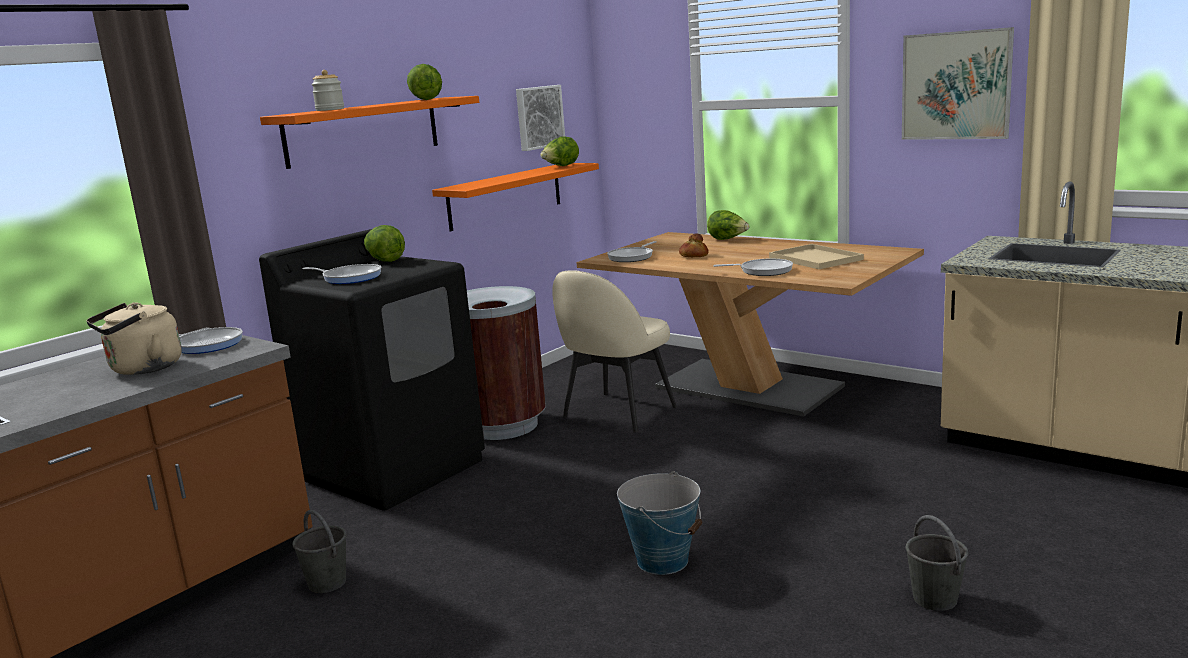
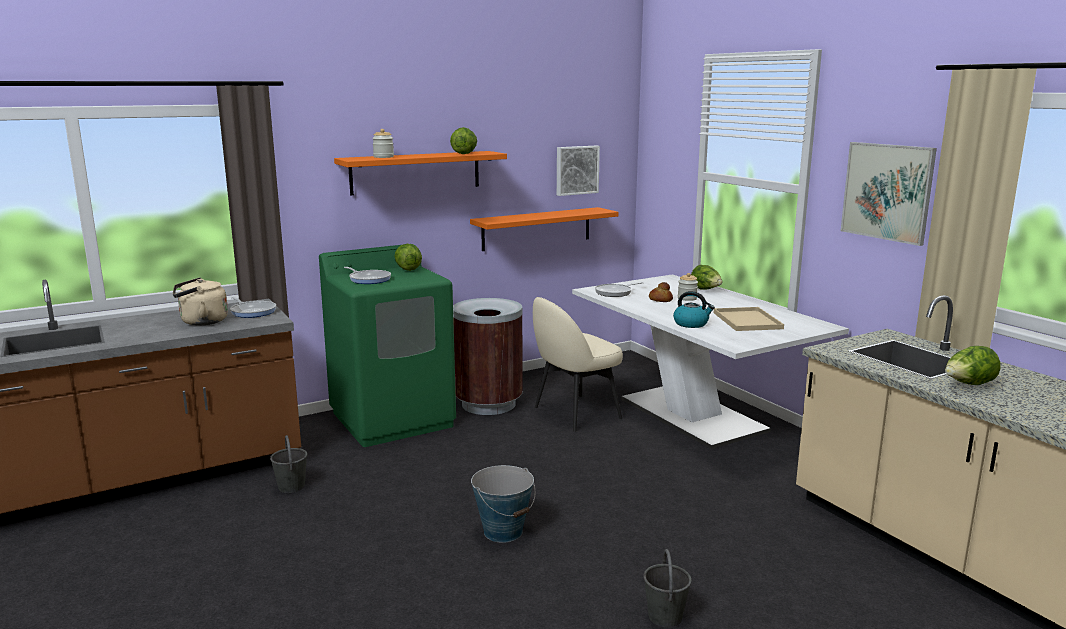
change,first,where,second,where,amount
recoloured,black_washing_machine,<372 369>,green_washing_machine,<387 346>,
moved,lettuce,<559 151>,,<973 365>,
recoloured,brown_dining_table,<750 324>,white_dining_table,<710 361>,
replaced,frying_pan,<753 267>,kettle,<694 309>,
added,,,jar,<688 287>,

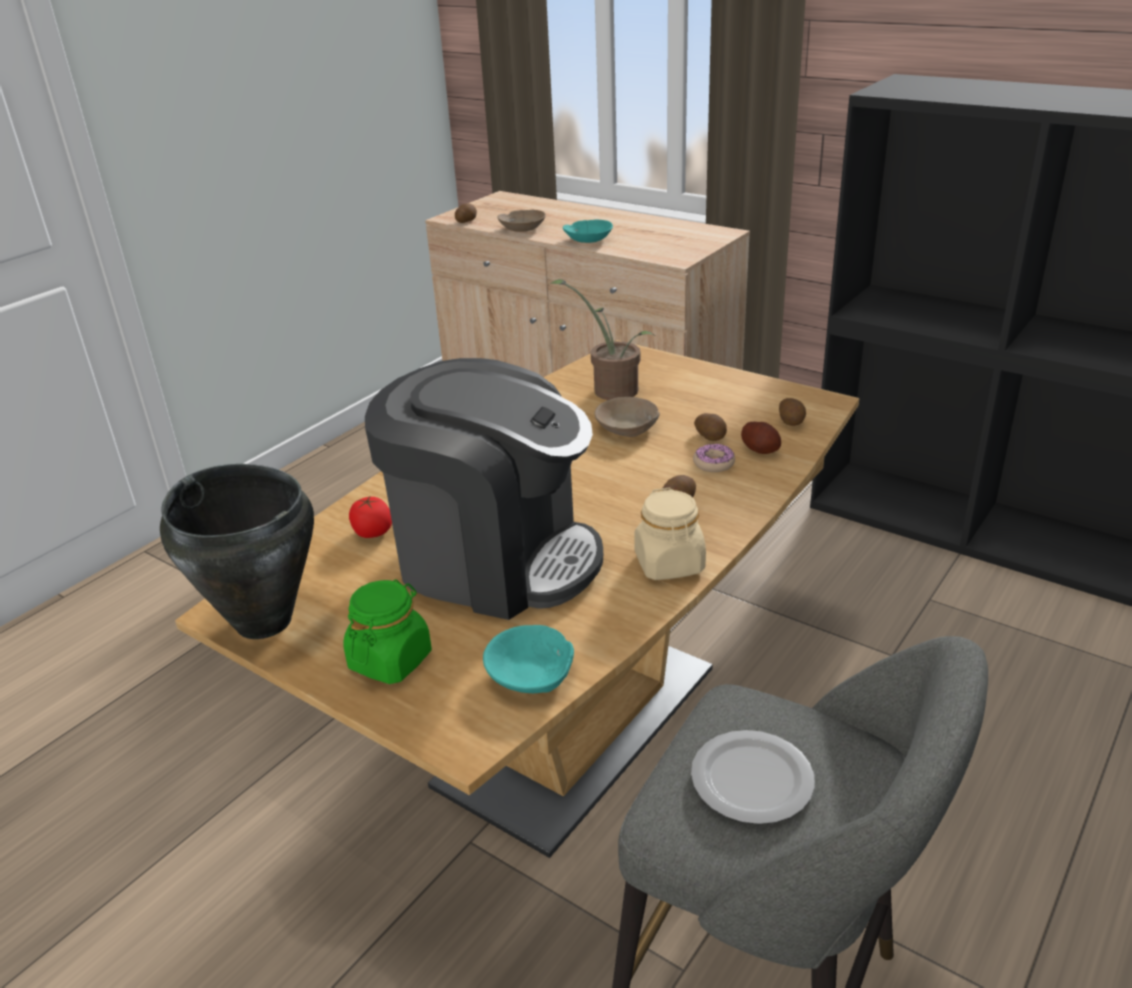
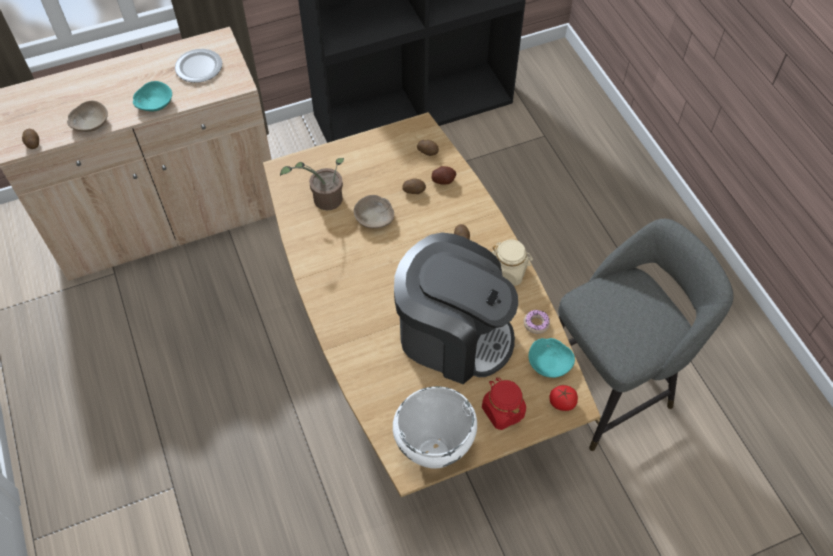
change,first,where,second,where,amount
recoloured,black_cooking_pot,<237 551>,white_cooking_pot,<435 427>,
recoloured,green_jar,<387 631>,red_jar,<504 404>,
moved,tomato,<370 516>,,<563 398>,
turned,coffee_machine,<484 489>,,<456 308>,60 degrees clockwise
moved,plate,<753 777>,,<198 66>,
moved,donut,<714 457>,,<537 322>,

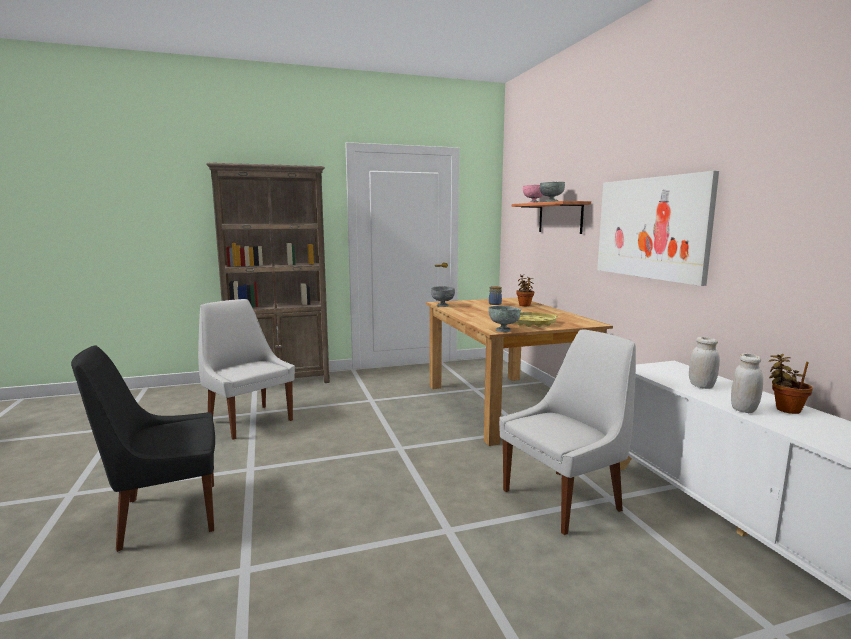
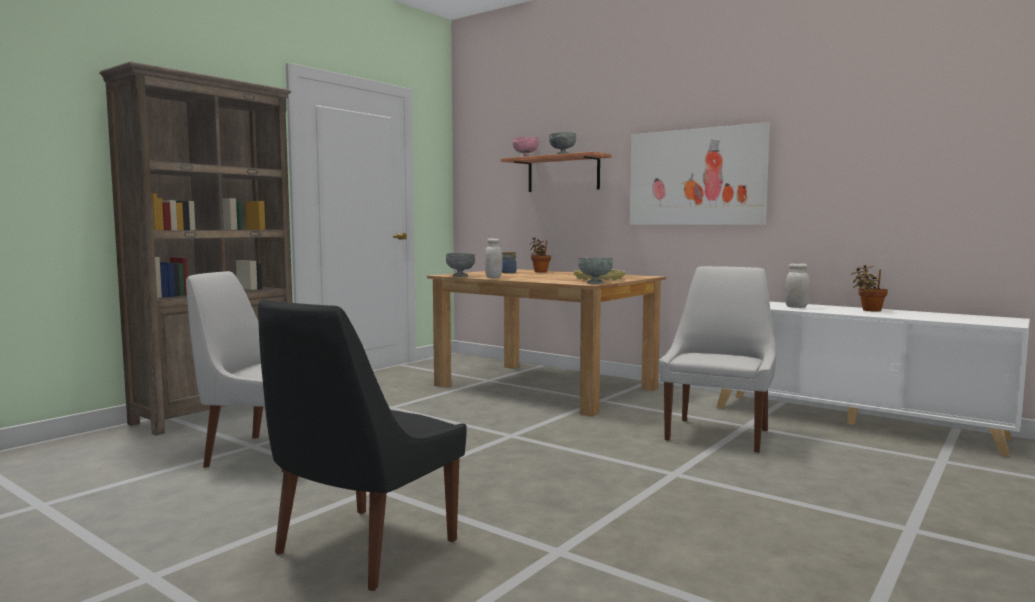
change,first,where,second,where,amount
moved,white_jar,<747 383>,,<494 258>,

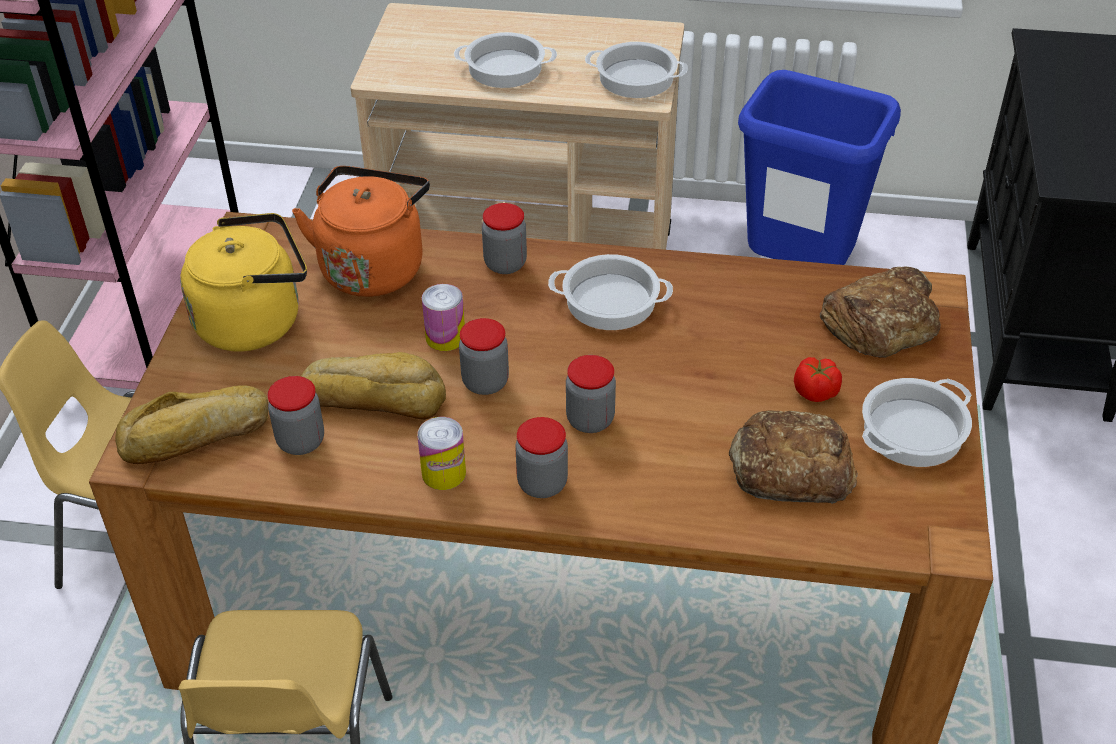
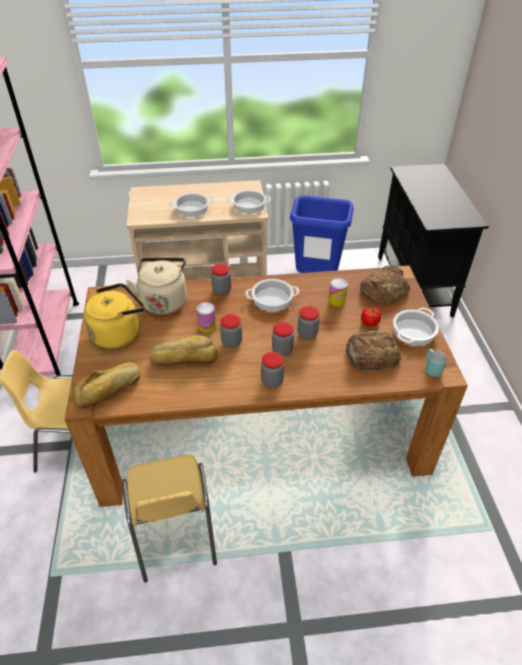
change,first,where,second,where,amount
moved,jar,<295 415>,,<308 323>,
recoloured,orange_kettle,<361 231>,beige_kettle,<156 286>,
moved,can,<441 453>,,<338 292>,
added,,,turquoise_mug,<436 363>,

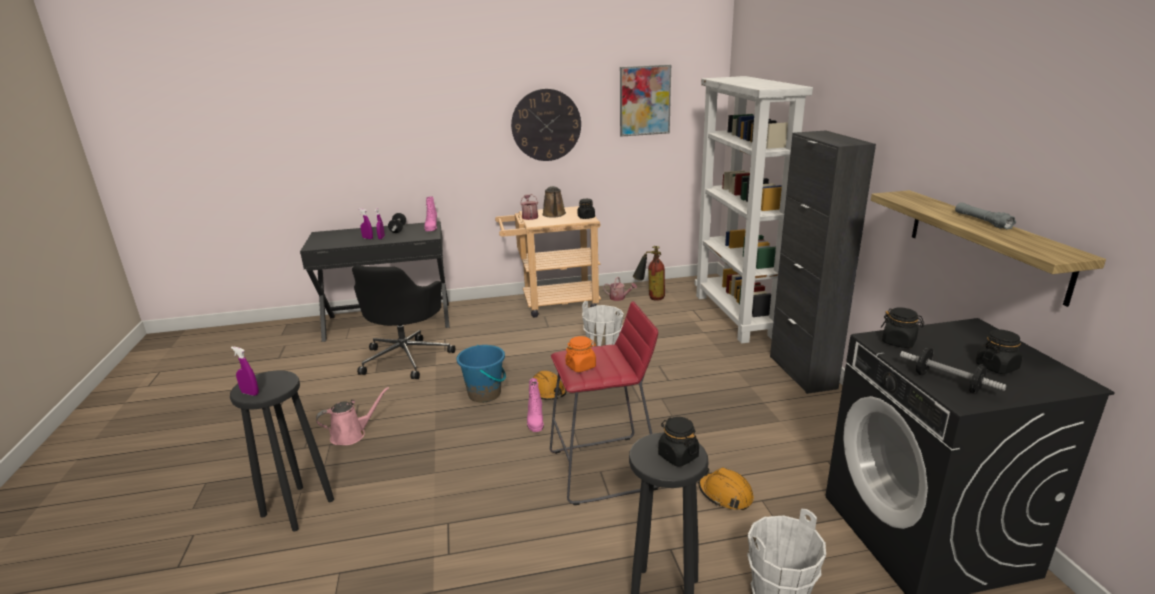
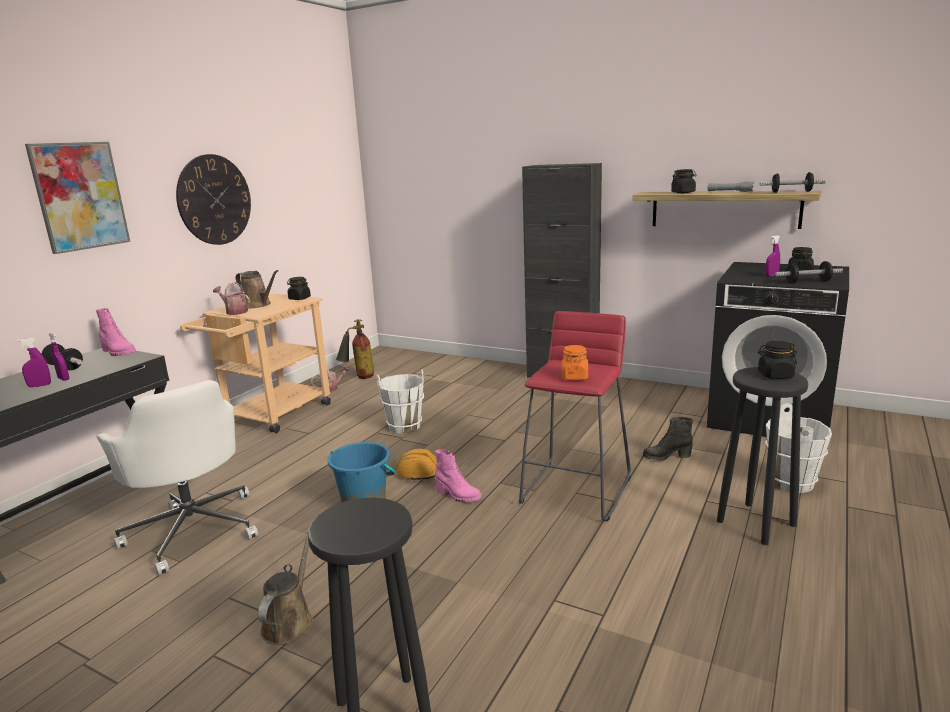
change,first,where,second,where,amount
moved,purple_spray_bottle,<245 371>,,<772 255>,
recoloured,pink_watering_can,<352 416>,brown_watering_can,<285 589>,
recoloured,black_office_chair,<403 322>,white_office_chair,<177 478>,
moved,picture,<645 101>,,<77 198>,
removed,white_bookcase,<754 209>,,,
replaced,orange_hard_hat,<726 488>,black_boot,<668 439>,
moved,black_jar,<903 327>,,<684 181>,
added,,,dumbbell,<793 182>,

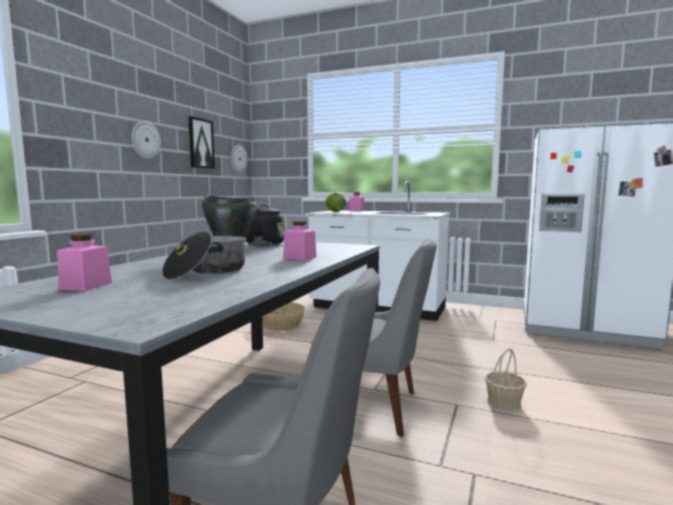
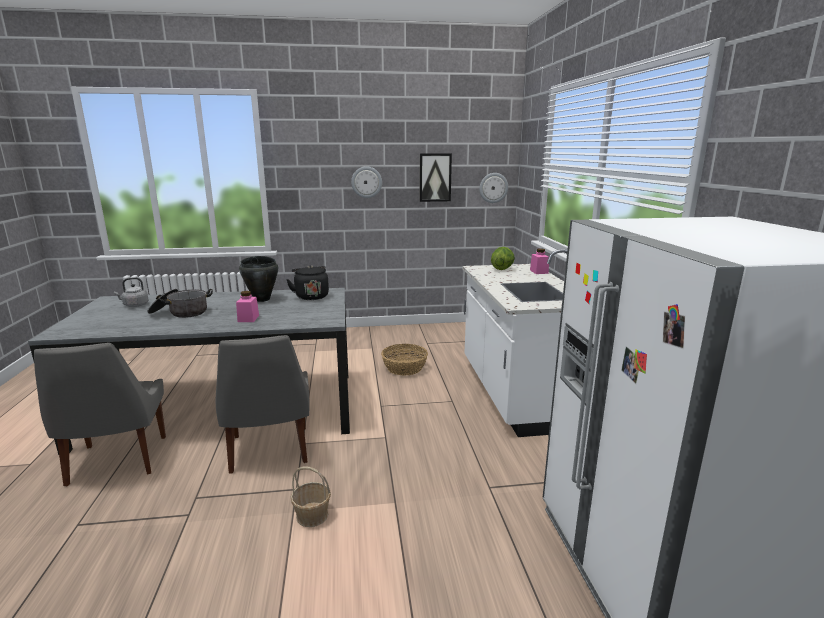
change,first,where,second,where,amount
replaced,pink_jar,<84 262>,grey_kettle,<131 292>,

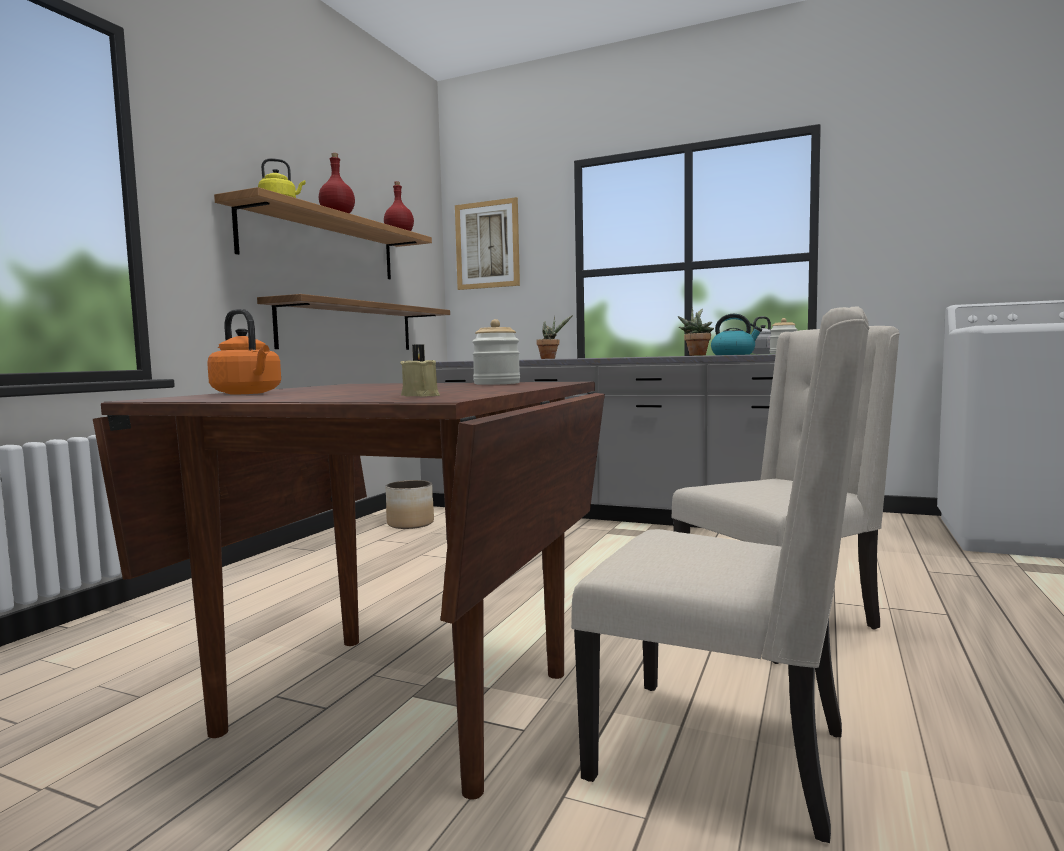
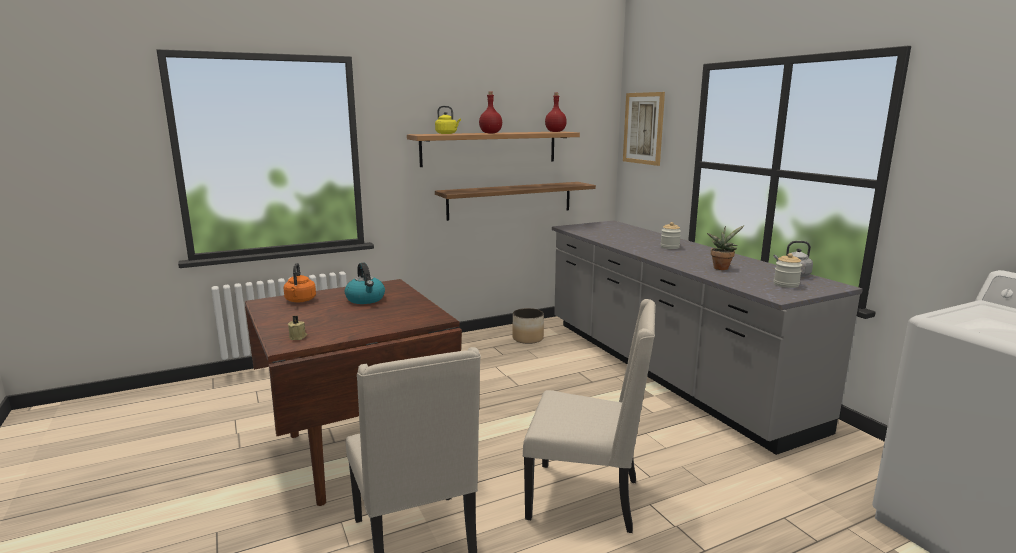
change,first,where,second,where,amount
moved,jar,<496 352>,,<670 235>,
removed,potted_plant,<554 337>,,,
moved,kettle,<736 334>,,<365 283>,

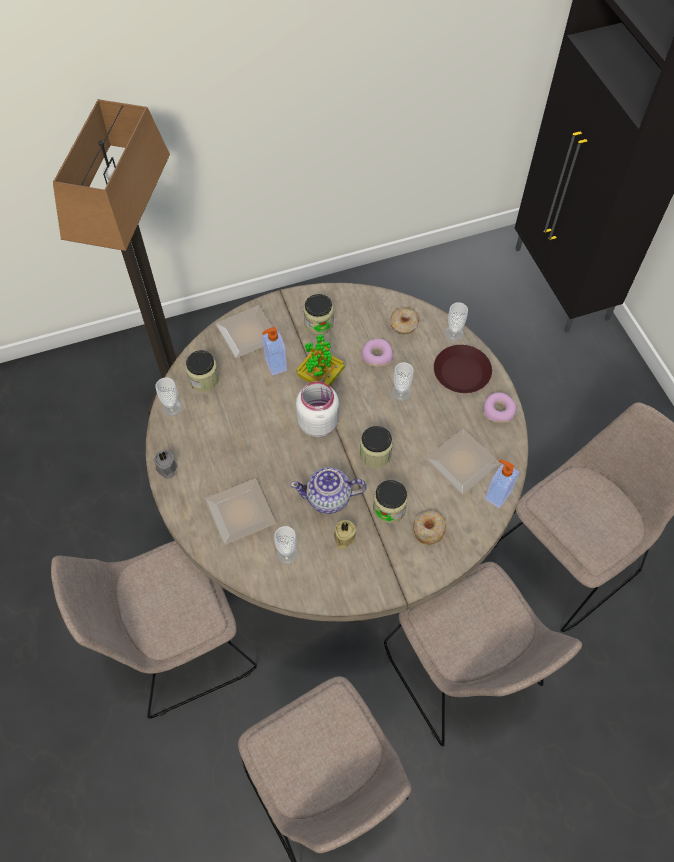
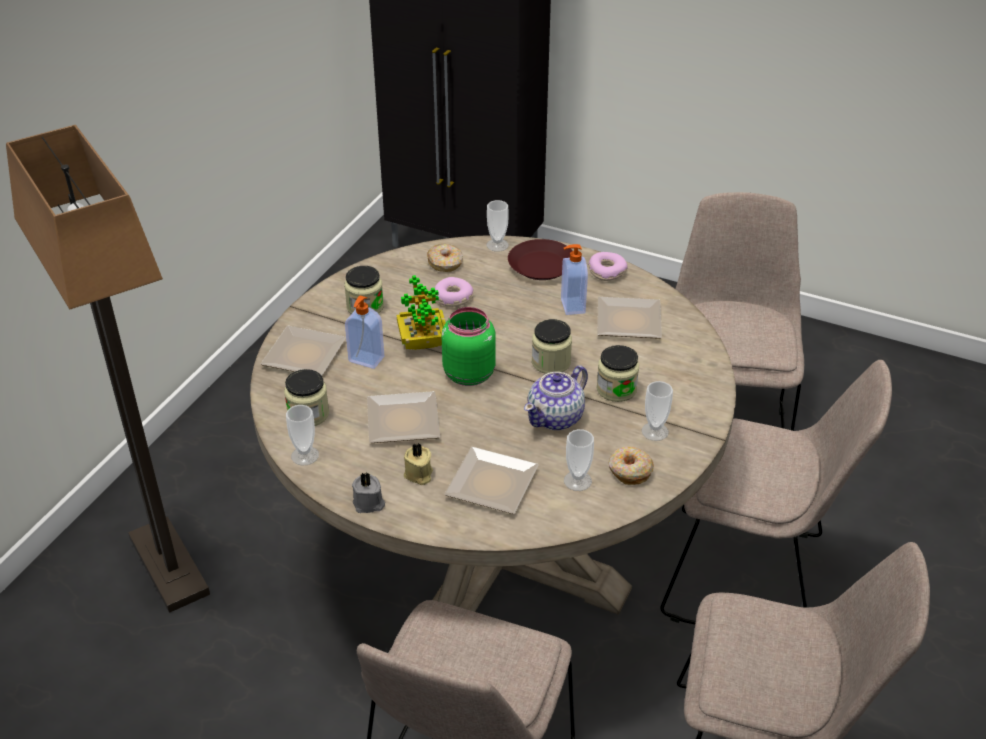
change,first,where,second,where,amount
recoloured,white_jar,<317 409>,green_jar,<469 346>,
moved,beige_candle,<345 534>,,<418 464>,
moved,cup,<403 381>,,<657 411>,
moved,donut,<429 528>,,<631 466>,
moved,soap_dispenser,<502 483>,,<574 279>,
added,,,plate,<403 417>,

